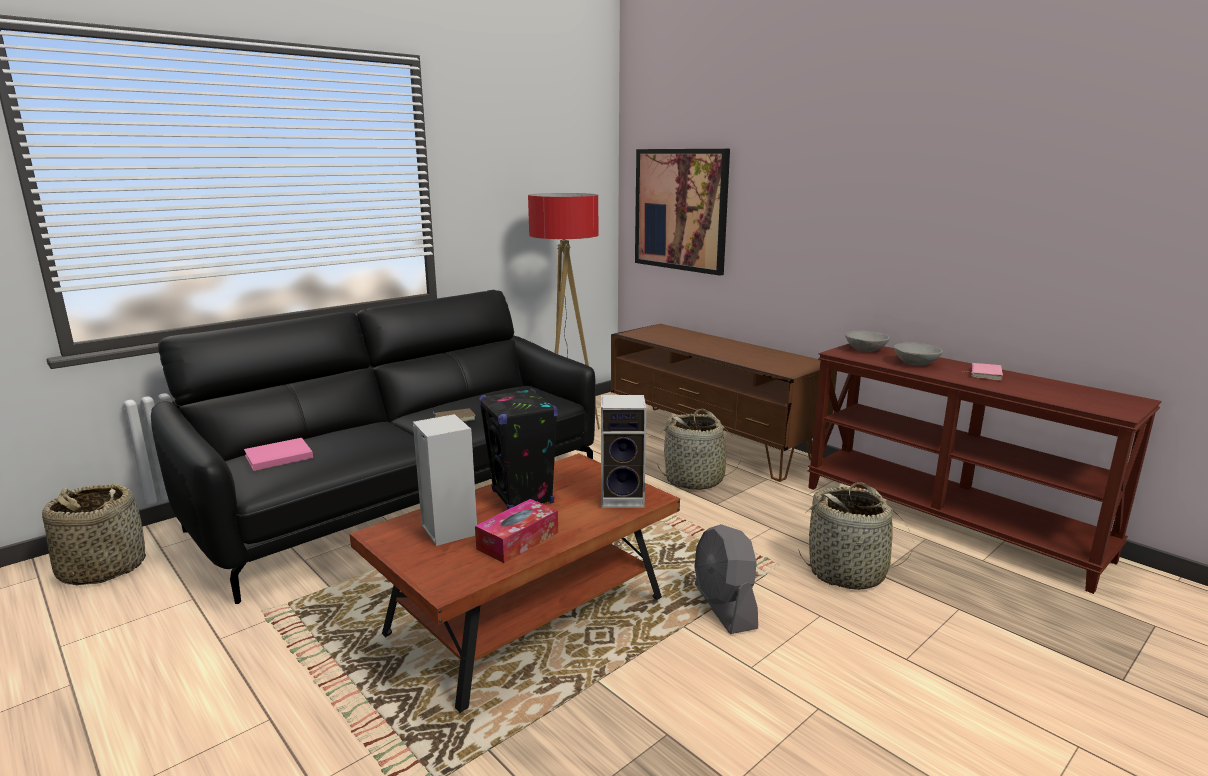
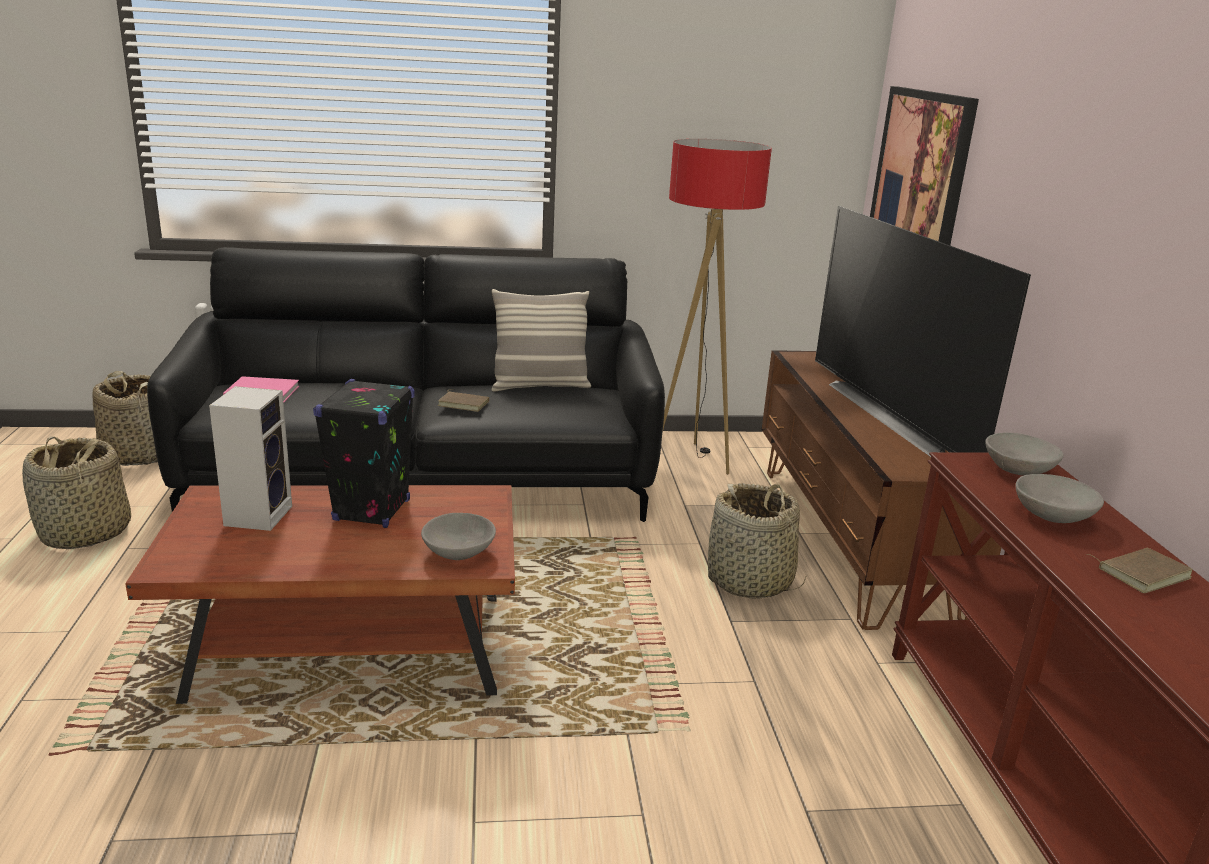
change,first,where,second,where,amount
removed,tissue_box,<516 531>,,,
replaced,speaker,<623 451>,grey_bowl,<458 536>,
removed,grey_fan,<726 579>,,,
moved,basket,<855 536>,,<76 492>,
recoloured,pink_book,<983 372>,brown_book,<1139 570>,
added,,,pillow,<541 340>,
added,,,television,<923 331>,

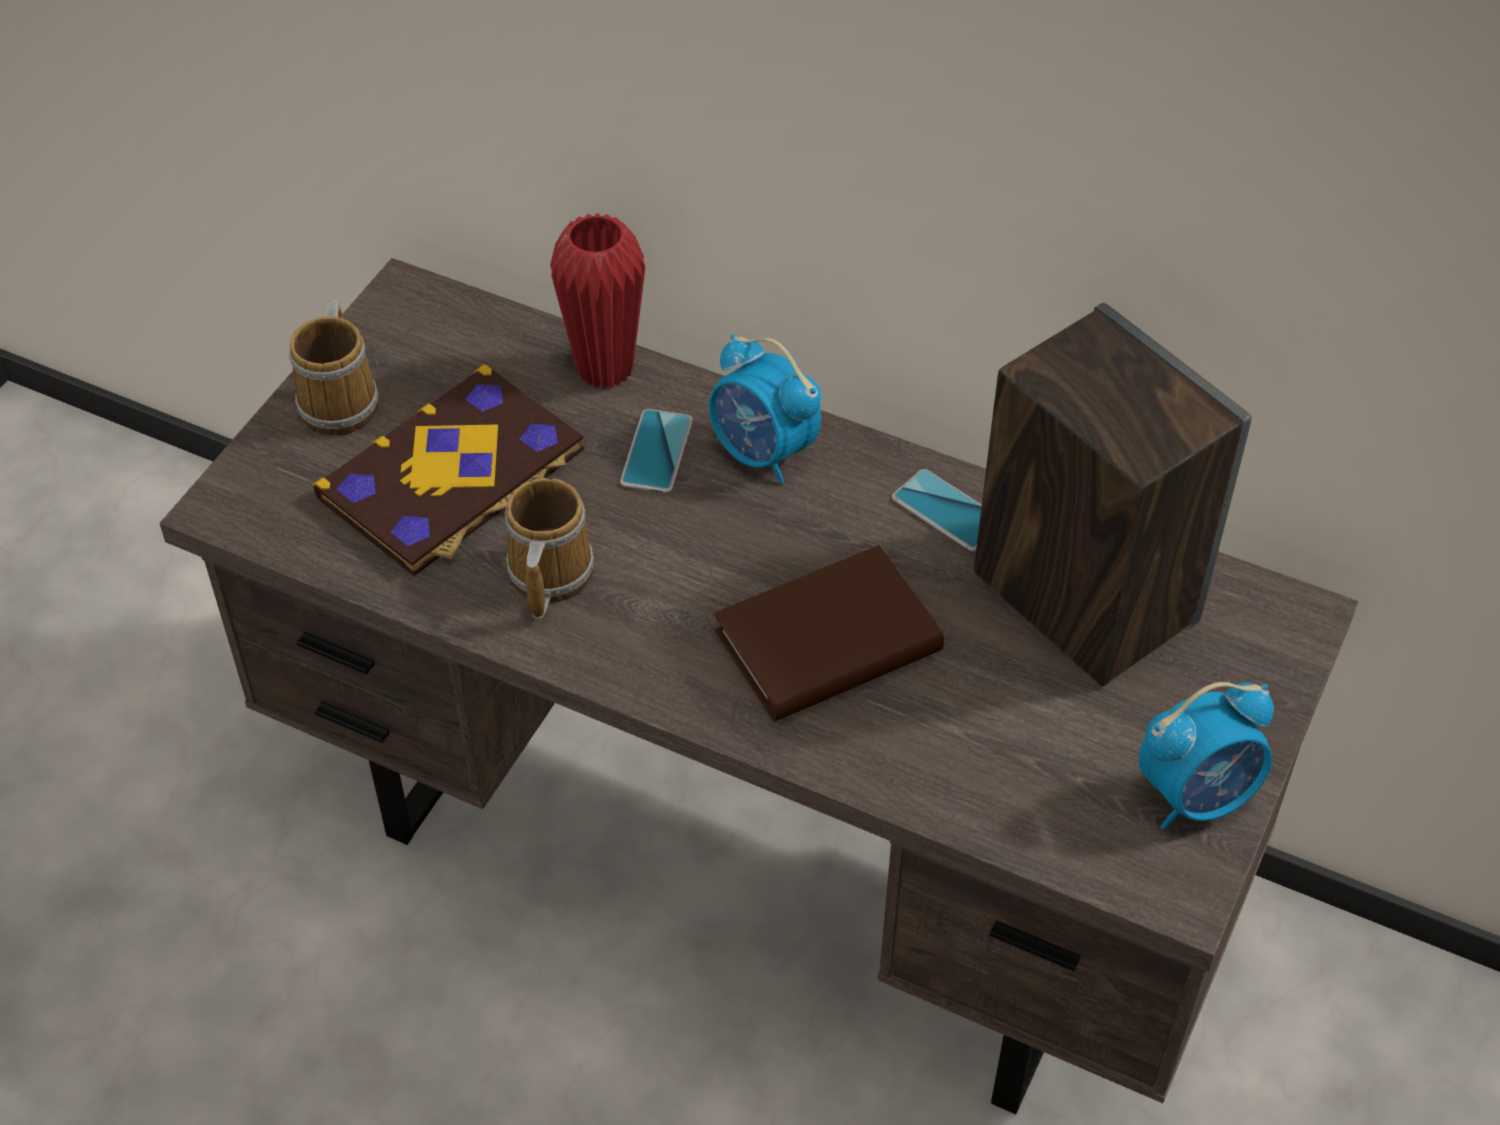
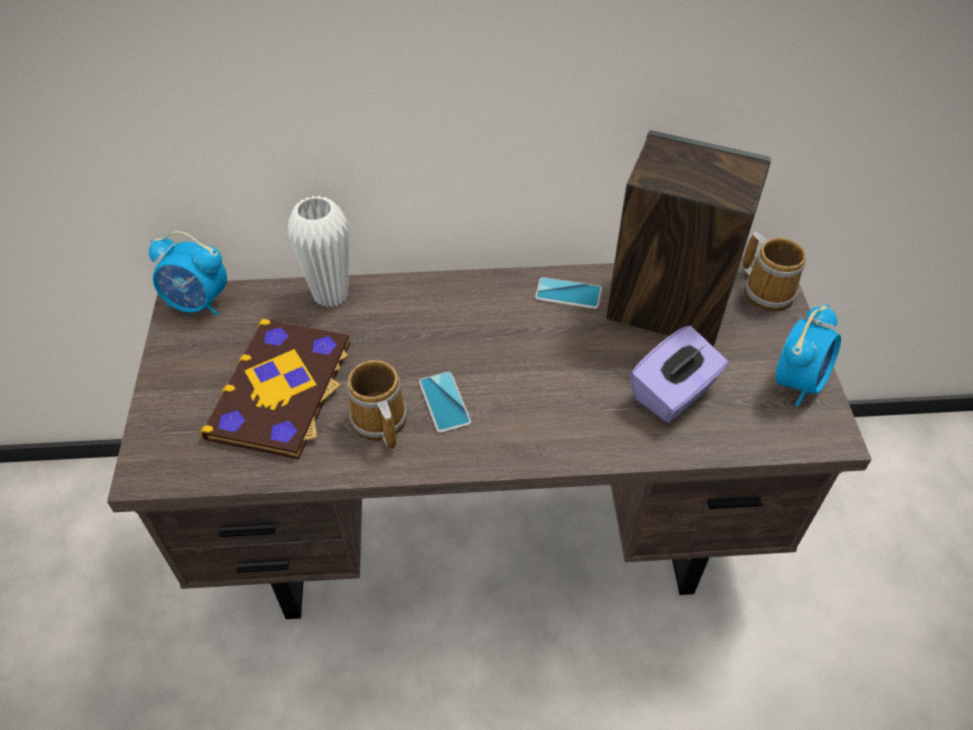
change,first,where,second,where,amount
moved,mug,<334 367>,,<774 272>,
recoloured,red_vase,<598 301>,white_vase,<318 252>,
moved,phone,<656 451>,,<445 402>,
moved,alarm_clock,<765 409>,,<188 273>,
removed,brown_book,<829 633>,,,
added,,,purple_tissue_box,<679 374>,

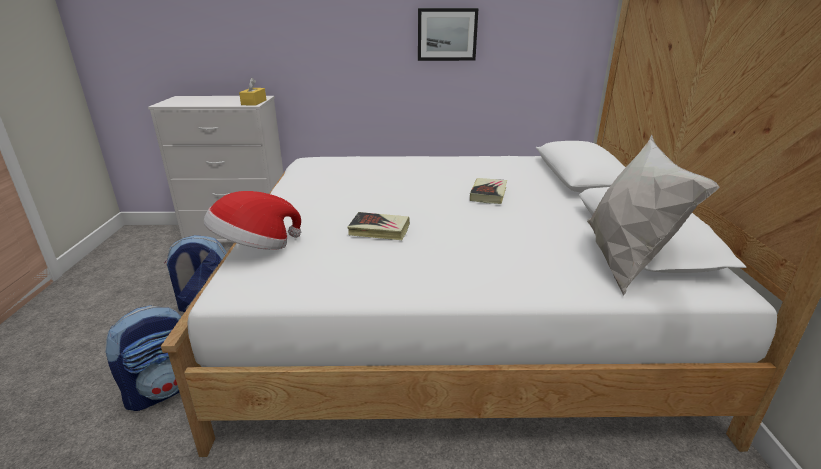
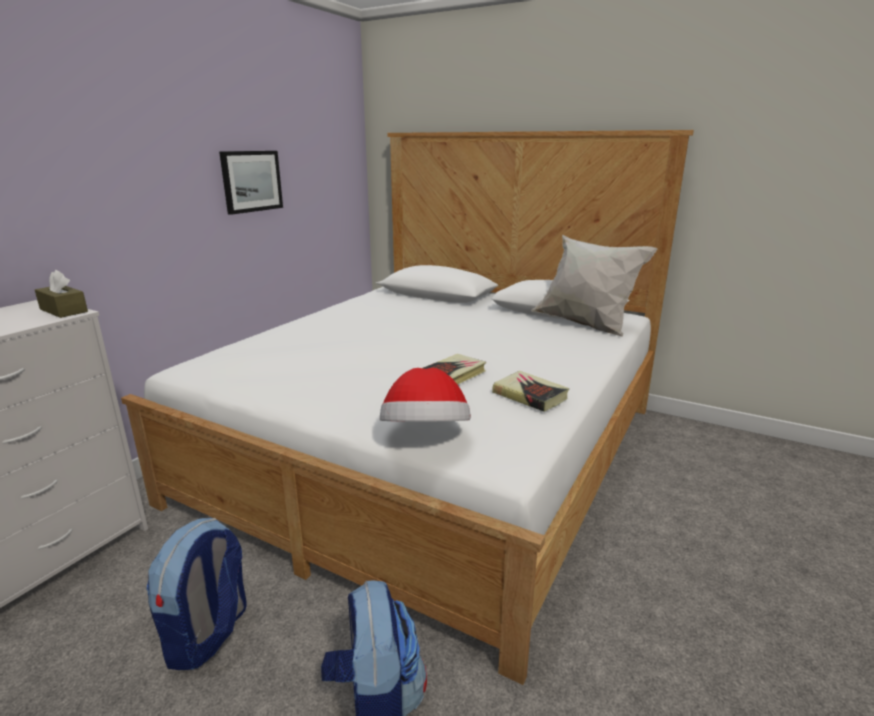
change,first,where,second,where,amount
recoloured,yellow_tissue_box,<252 92>,brown_tissue_box,<61 294>,
moved,book,<488 191>,,<530 391>,

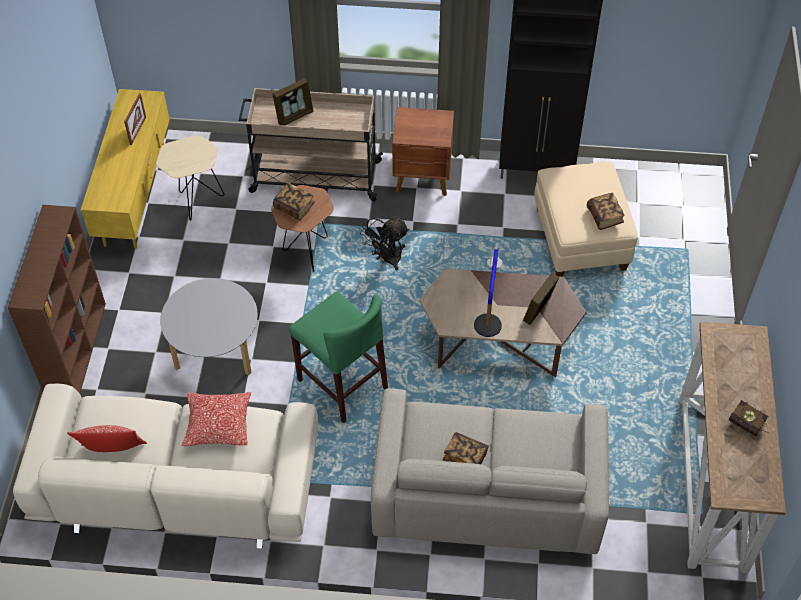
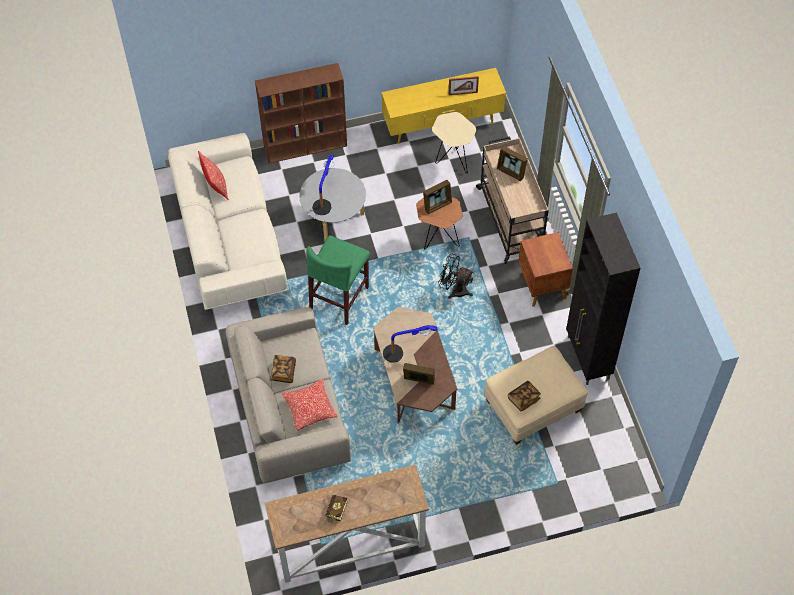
change,first,where,second,where,amount
moved,pillow,<216 419>,,<310 404>,
replaced,book,<294 201>,picture_frame,<437 197>,
added,,,table_lamp,<323 185>,

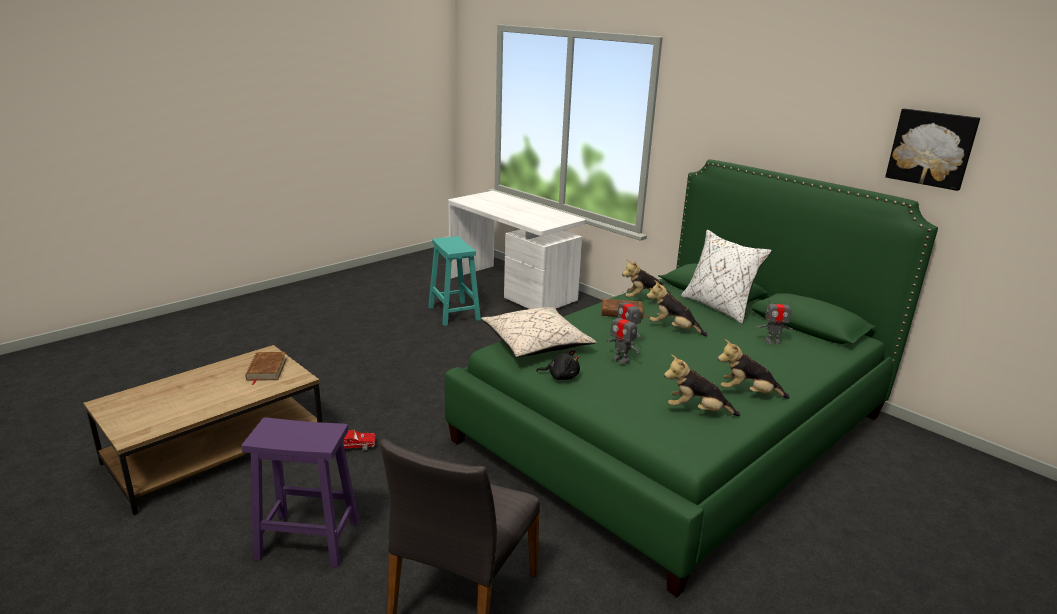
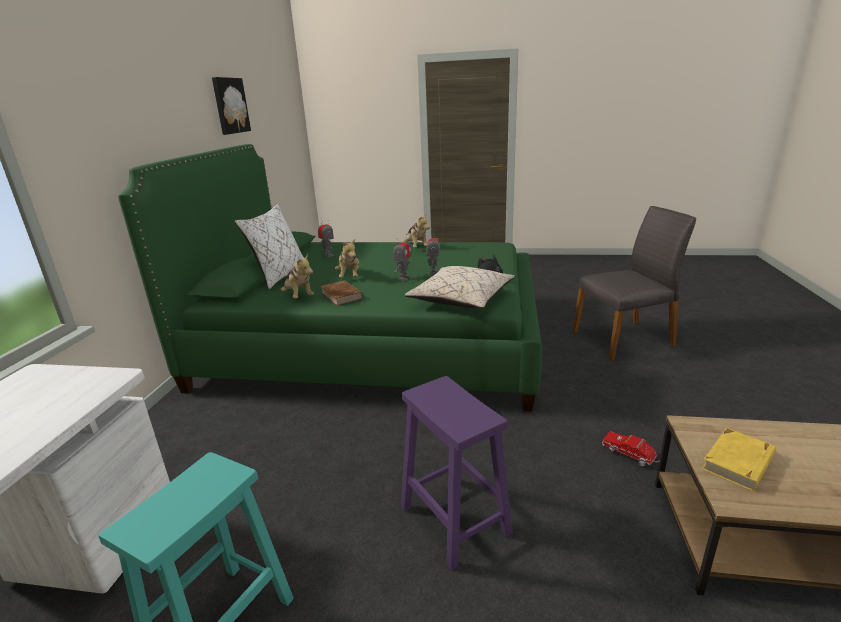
change,first,where,second,where,amount
moved,purple_stool,<300 492>,,<457 473>,
recoloured,brown_book,<265 368>,yellow_book,<739 460>,
removed,plush_toy,<702 385>,,,

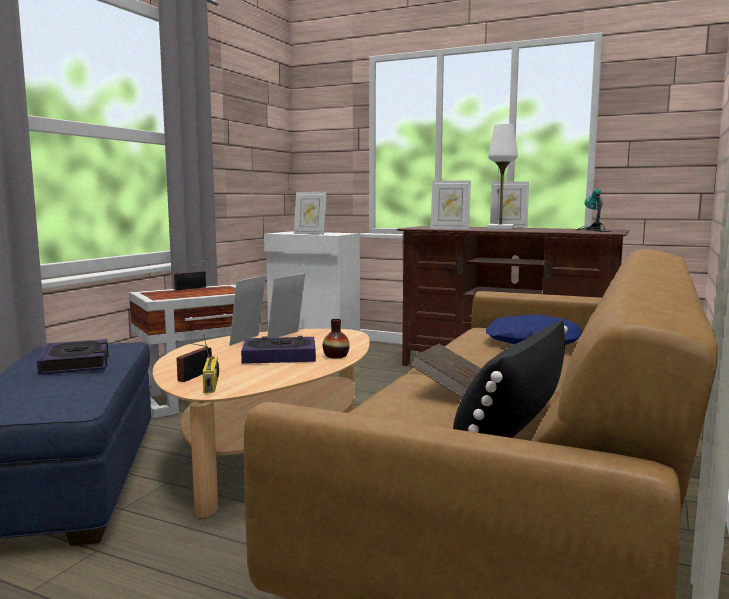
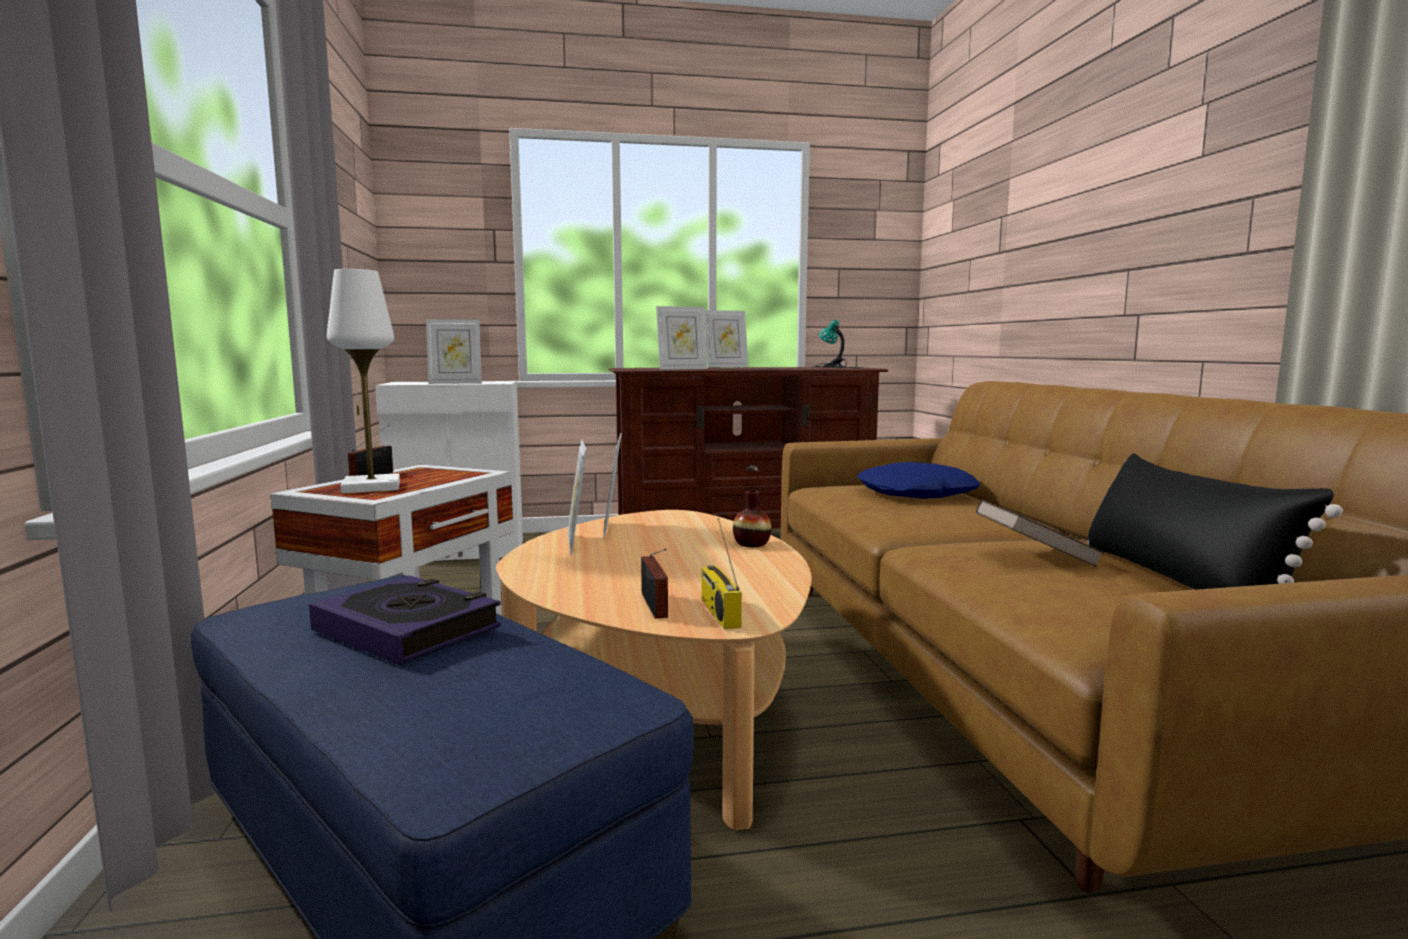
change,first,where,second,where,amount
turned,radio,<211 364>,,<721 573>,150 degrees counterclockwise
removed,book,<278 350>,,,
moved,white_table_lamp,<502 176>,,<363 381>,

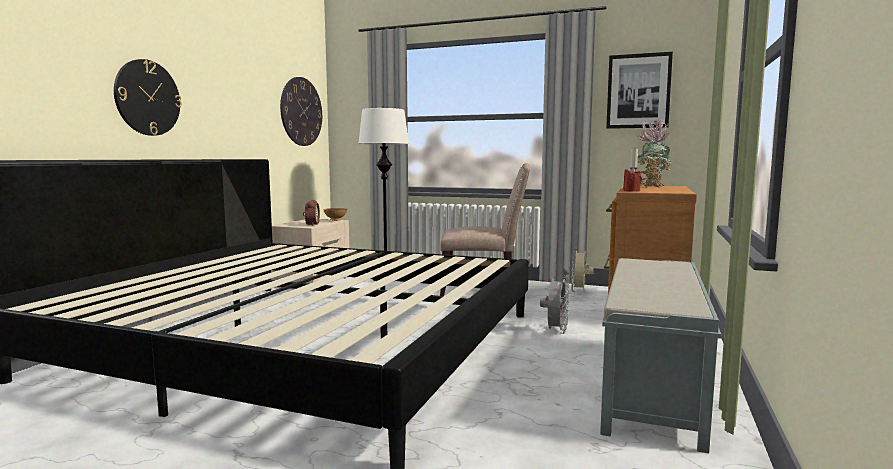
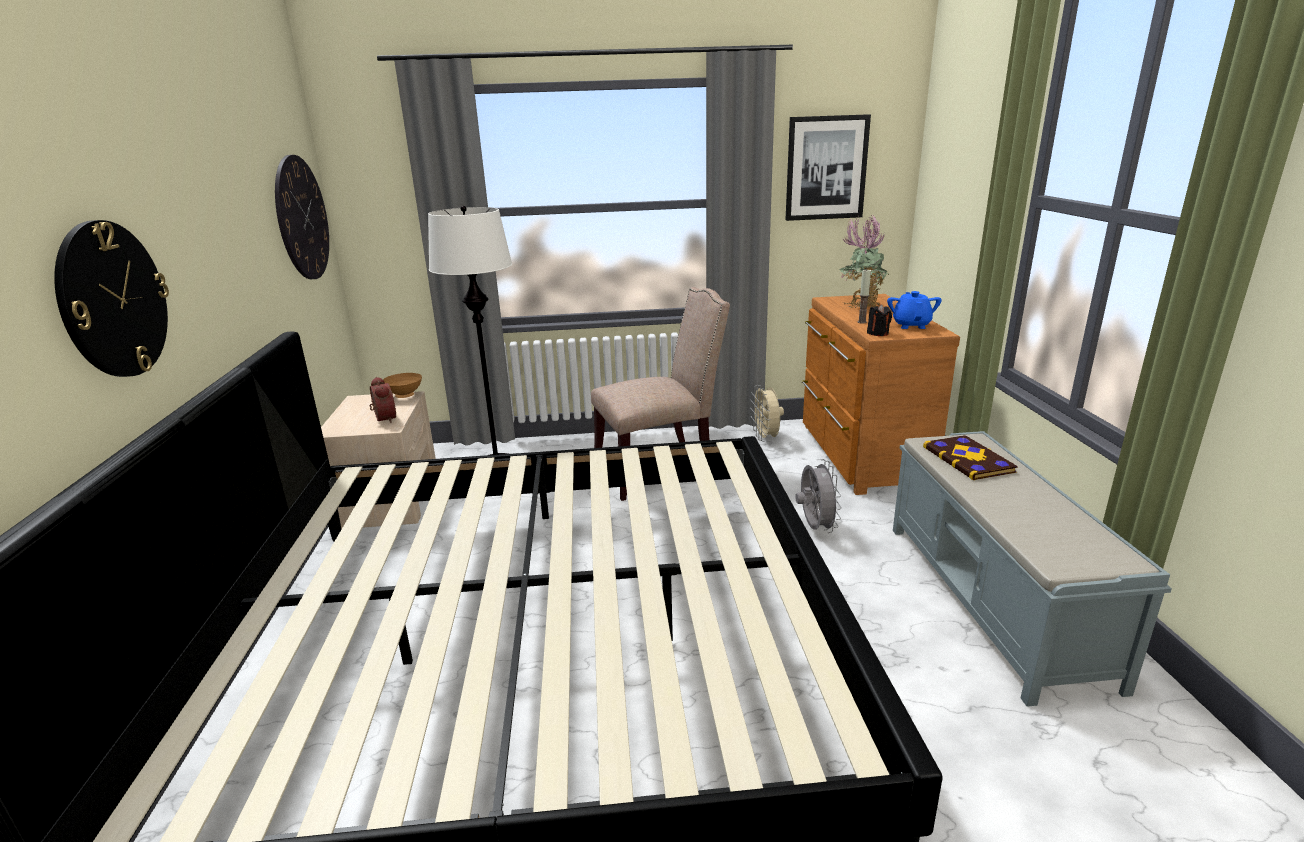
change,first,where,second,where,amount
recoloured,red_candle,<632 180>,black_candle,<879 320>,
added,,,blue_teapot,<914 310>,
added,,,book,<970 457>,

